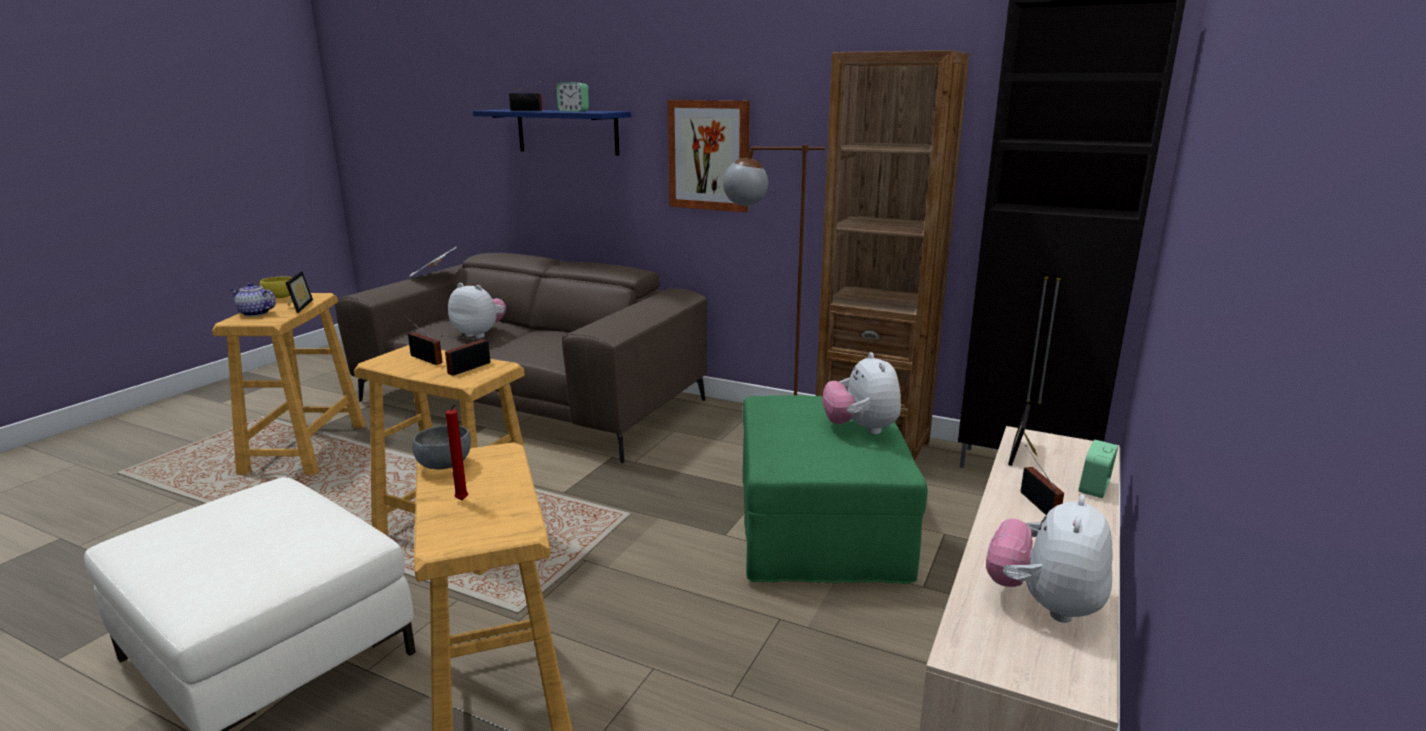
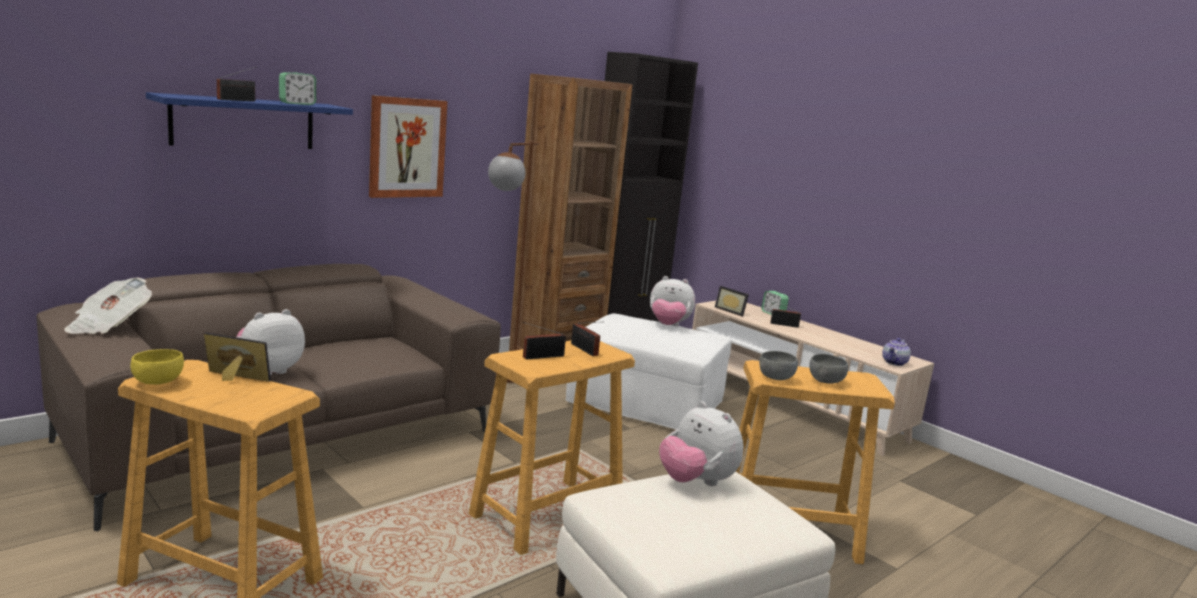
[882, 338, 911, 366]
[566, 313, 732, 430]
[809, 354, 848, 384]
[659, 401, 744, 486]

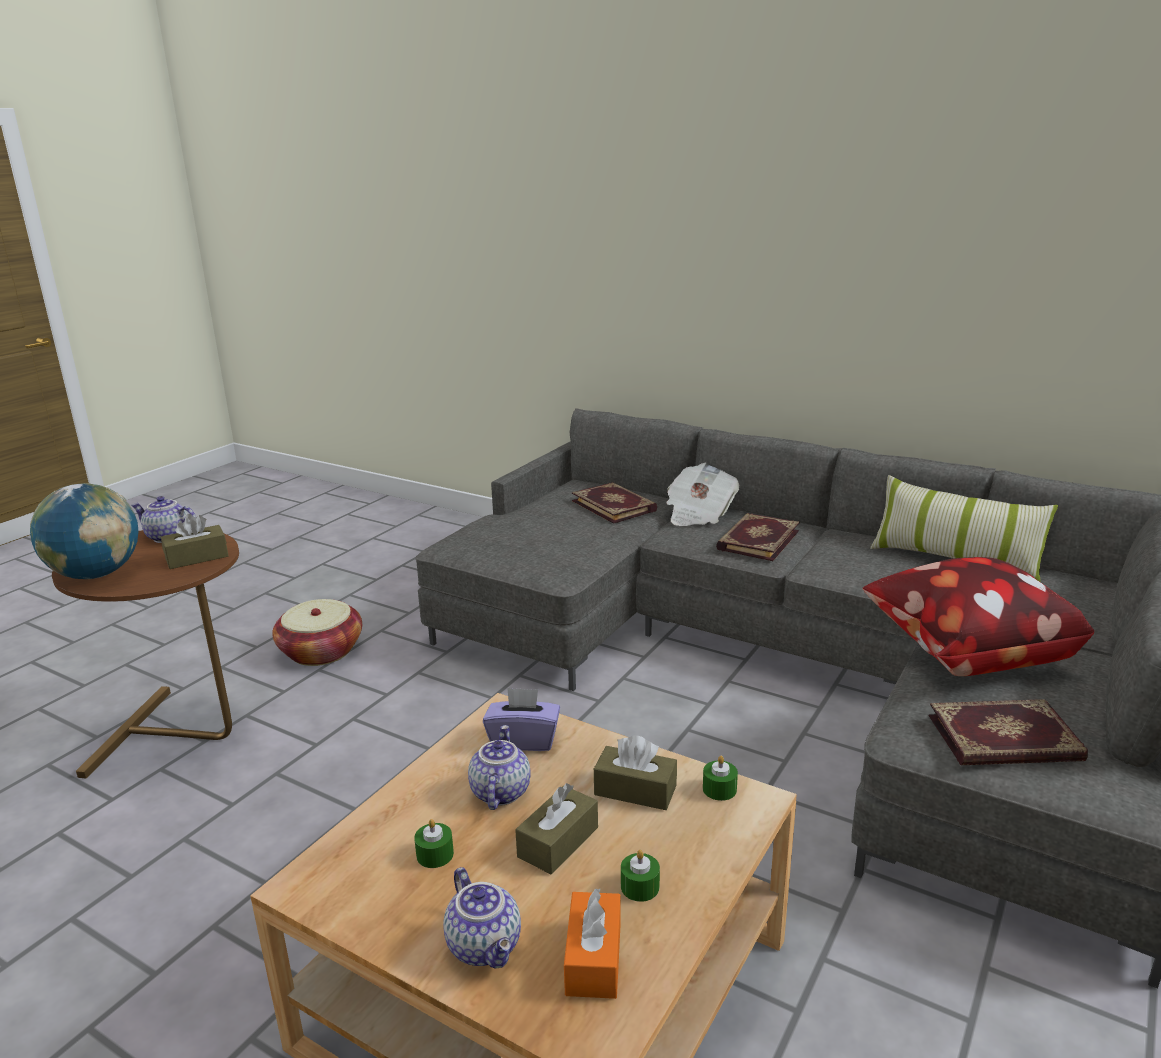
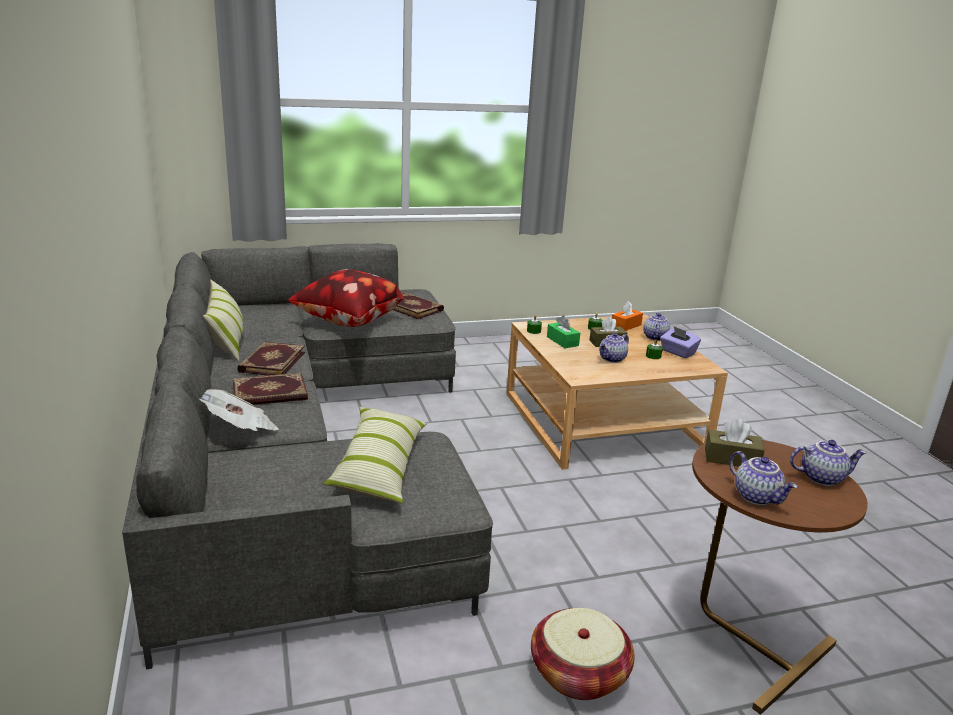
[237, 342, 305, 376]
[790, 440, 866, 486]
[660, 327, 701, 358]
[547, 315, 580, 348]
[323, 407, 427, 503]

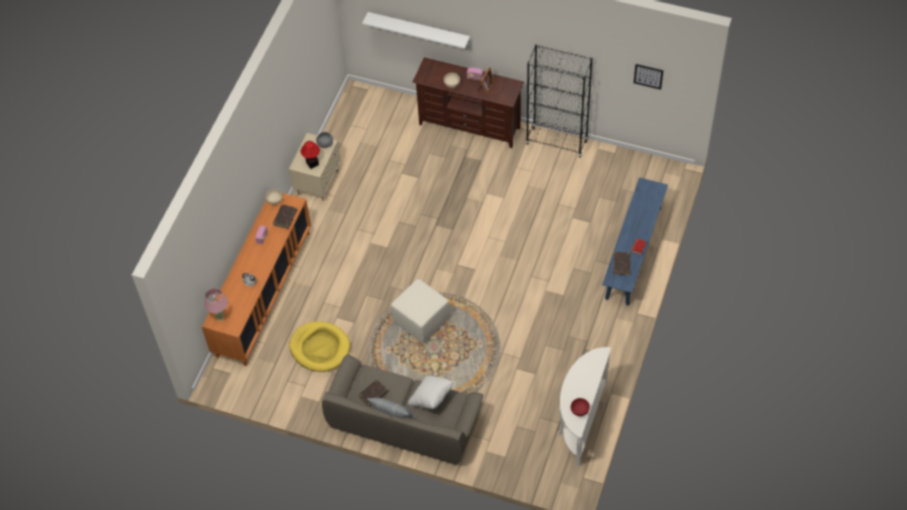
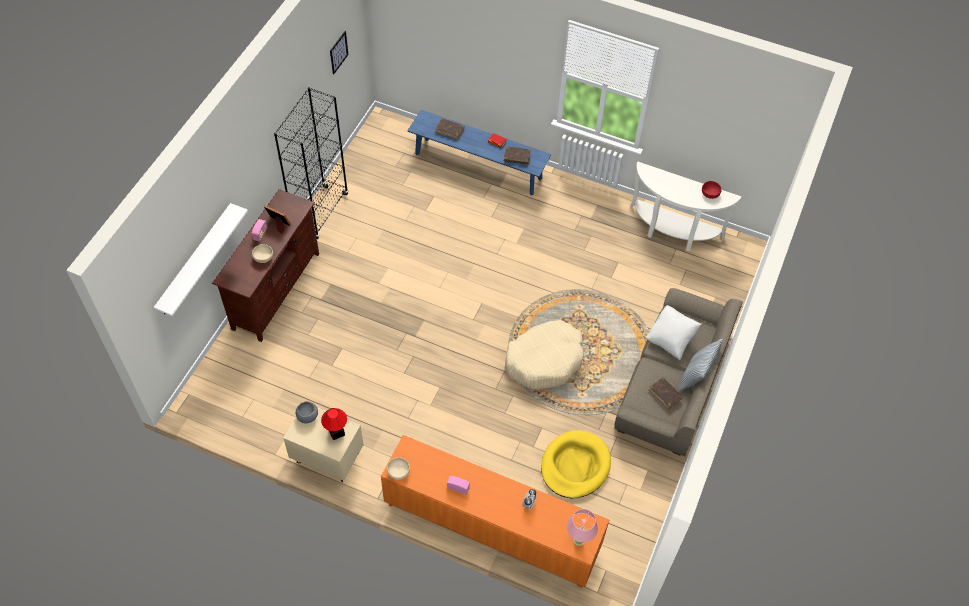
[436, 118, 465, 140]
[504, 320, 584, 389]

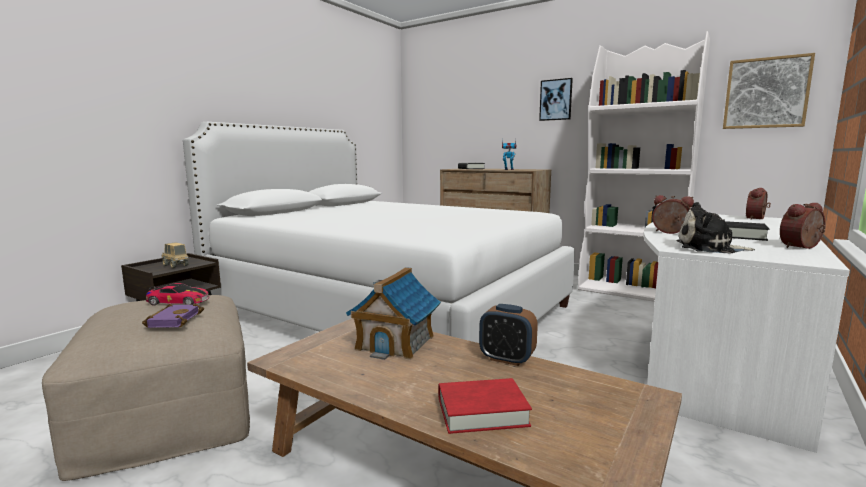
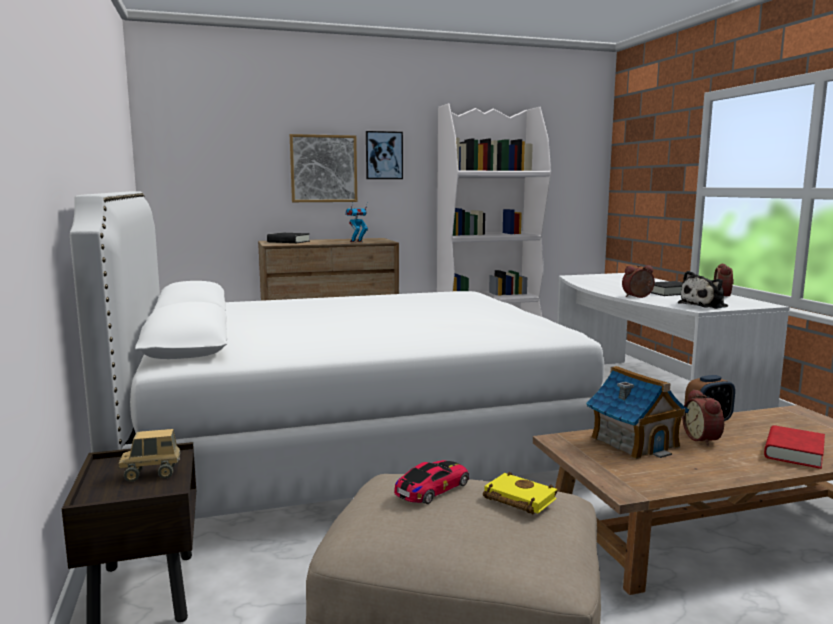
[290, 134, 357, 202]
[682, 389, 724, 446]
[483, 472, 558, 514]

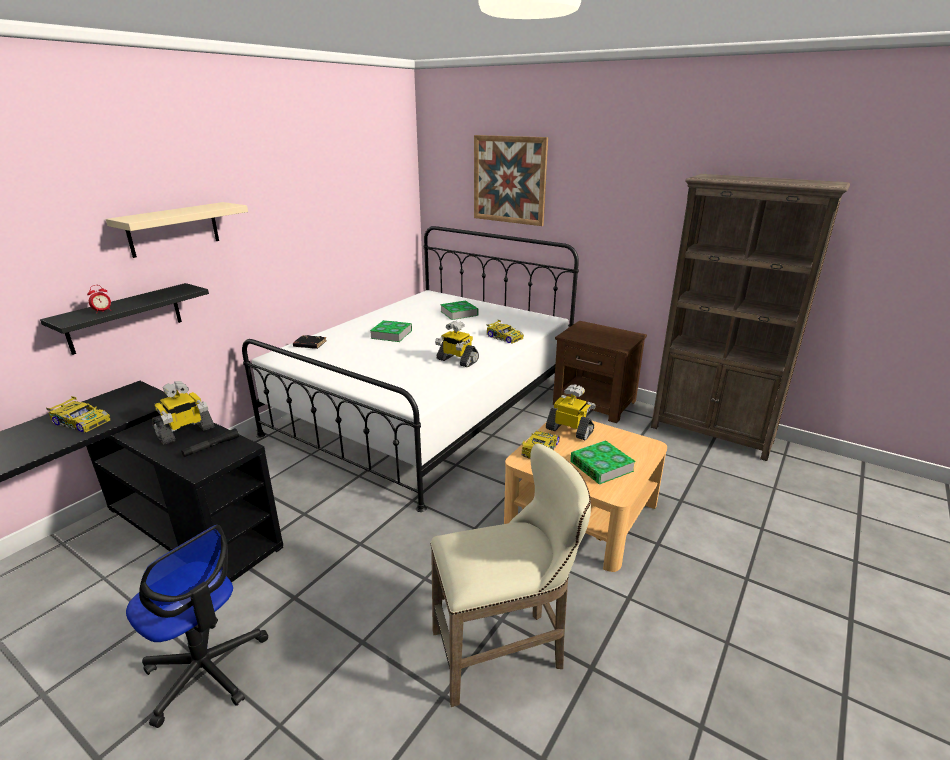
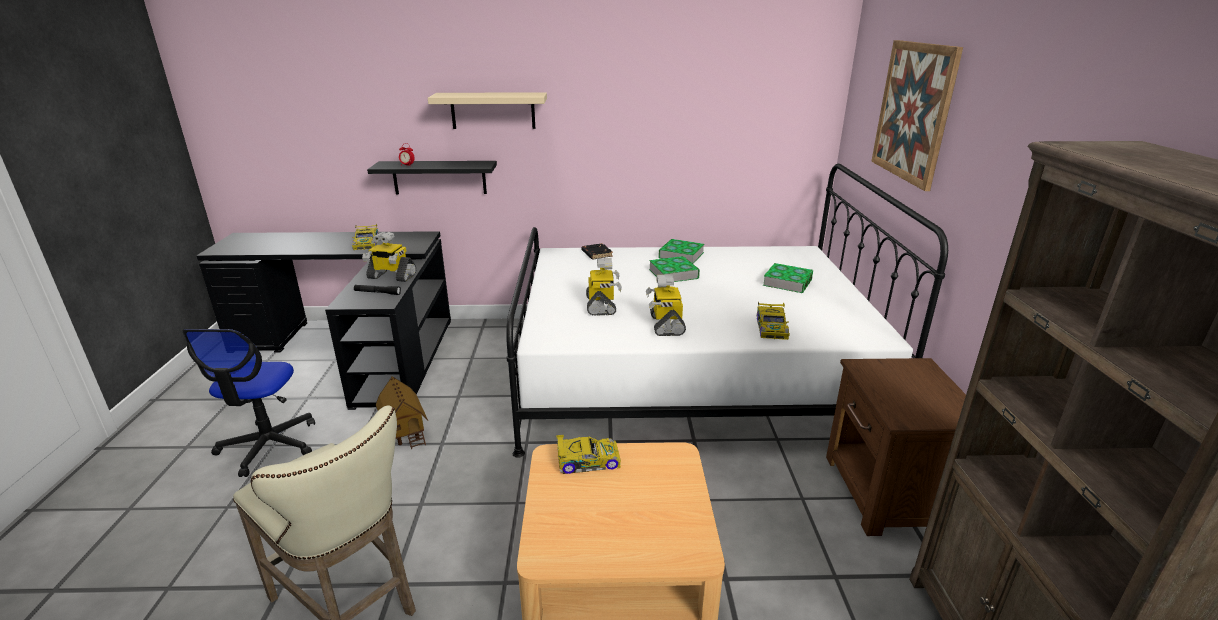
[586, 258, 622, 316]
[658, 239, 704, 264]
[376, 376, 428, 449]

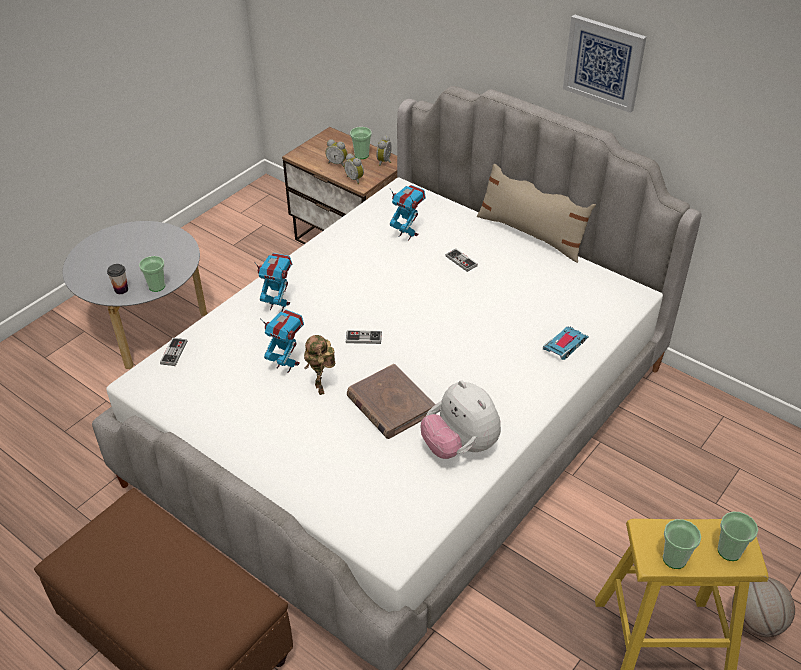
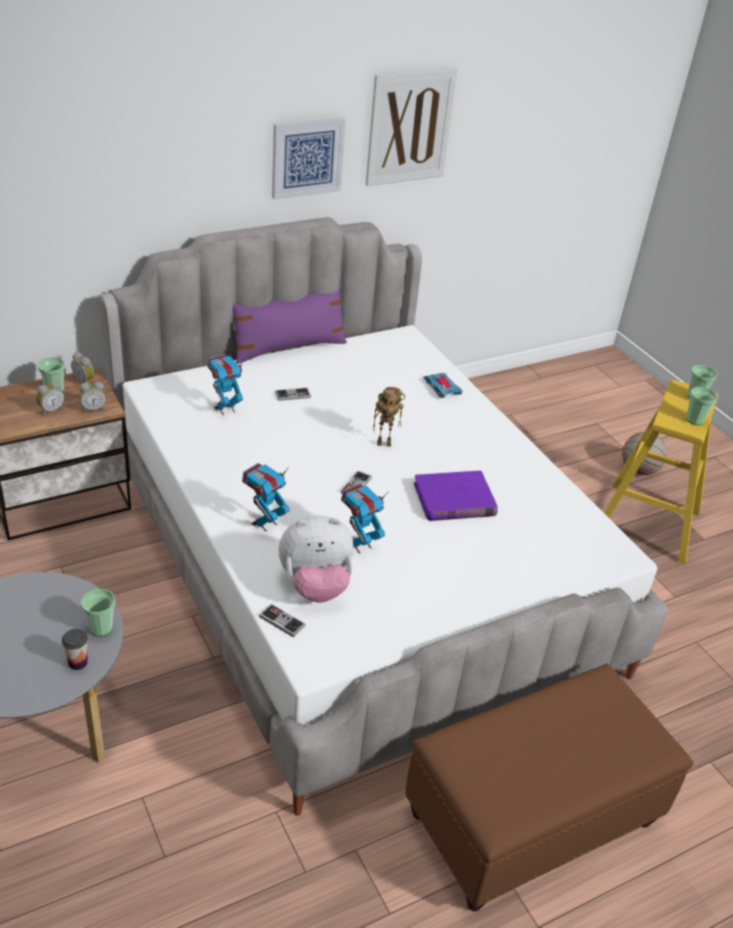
[233, 284, 347, 364]
[373, 387, 405, 447]
[414, 471, 498, 521]
[279, 515, 354, 603]
[366, 68, 457, 186]

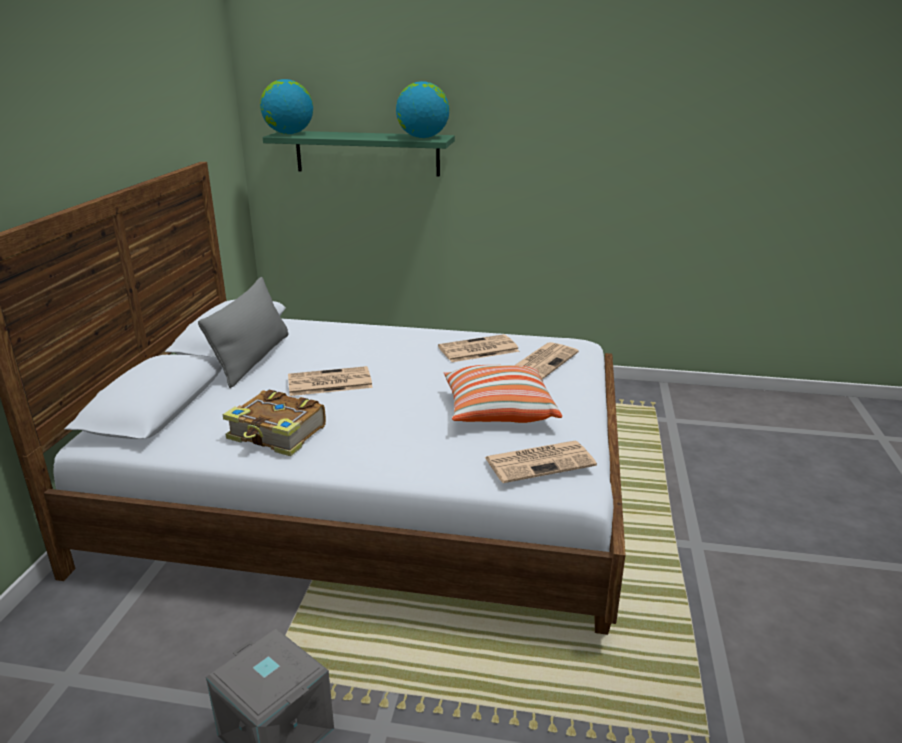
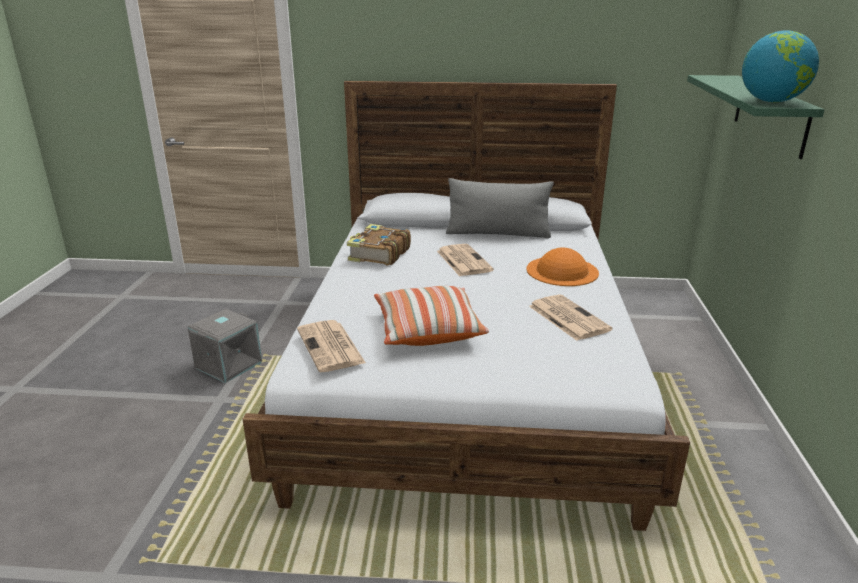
[260, 79, 313, 134] (first image)
[516, 342, 579, 379] (first image)
[527, 247, 599, 286]

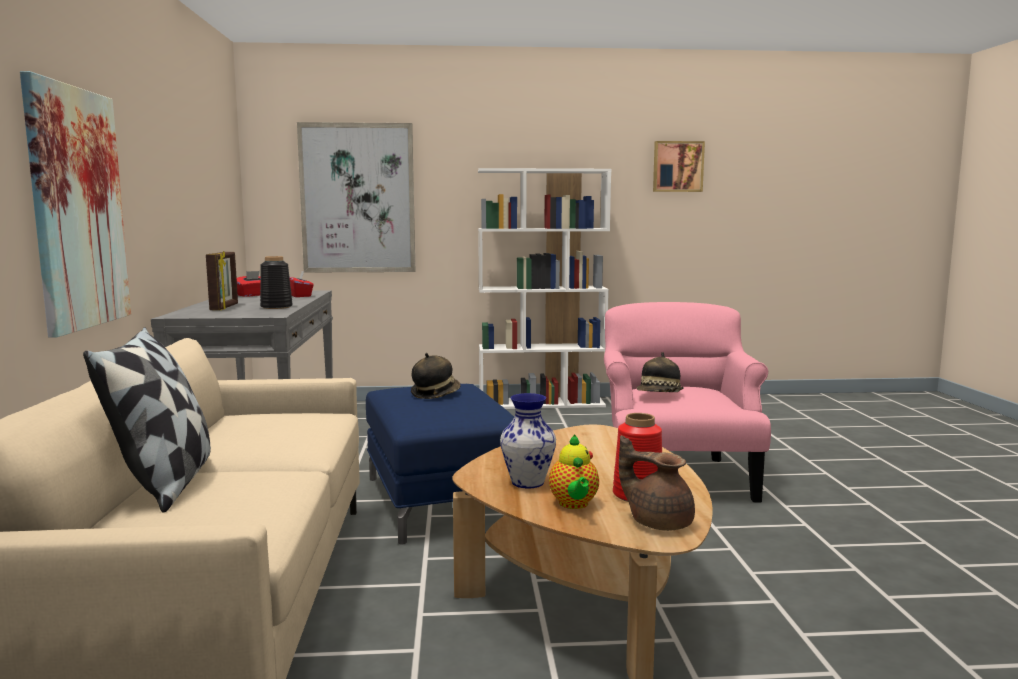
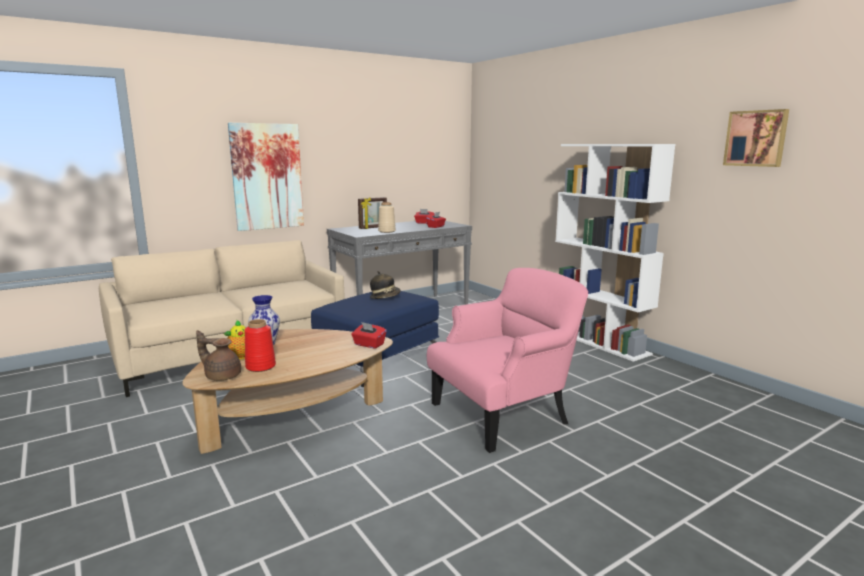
[297, 122, 416, 273] (first image)
[378, 202, 396, 233]
[83, 327, 211, 513] (first image)
[637, 352, 684, 392] (first image)
[196, 330, 241, 381]
[351, 322, 387, 349]

